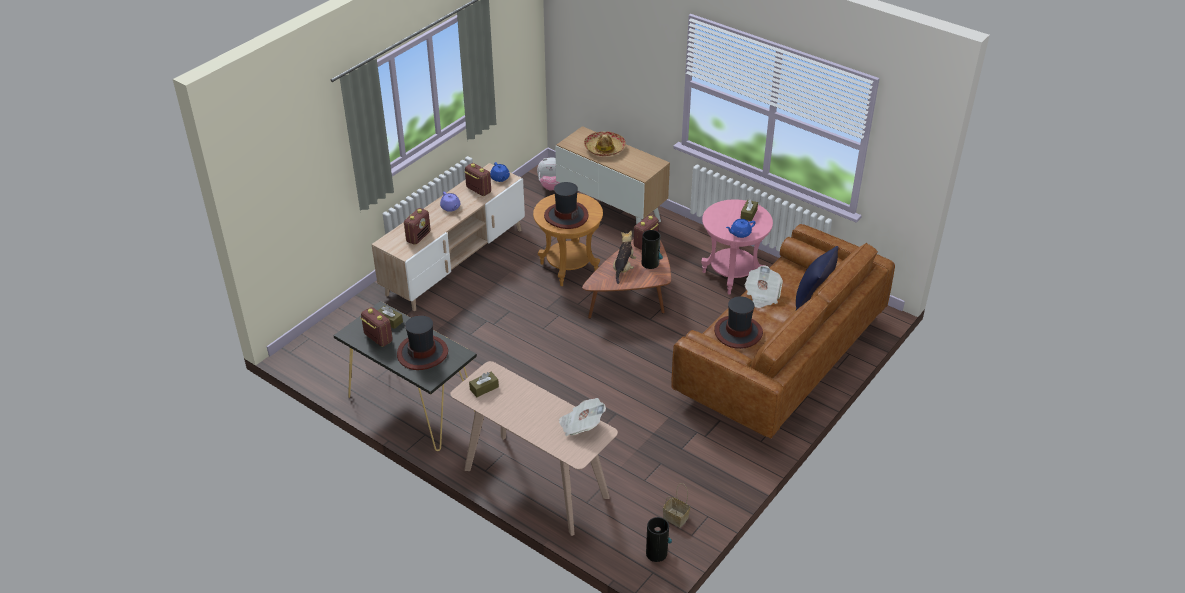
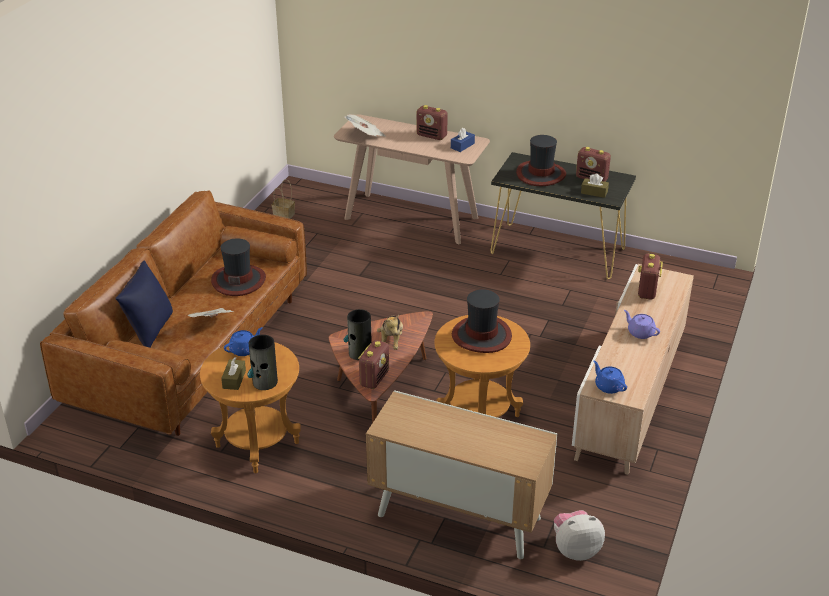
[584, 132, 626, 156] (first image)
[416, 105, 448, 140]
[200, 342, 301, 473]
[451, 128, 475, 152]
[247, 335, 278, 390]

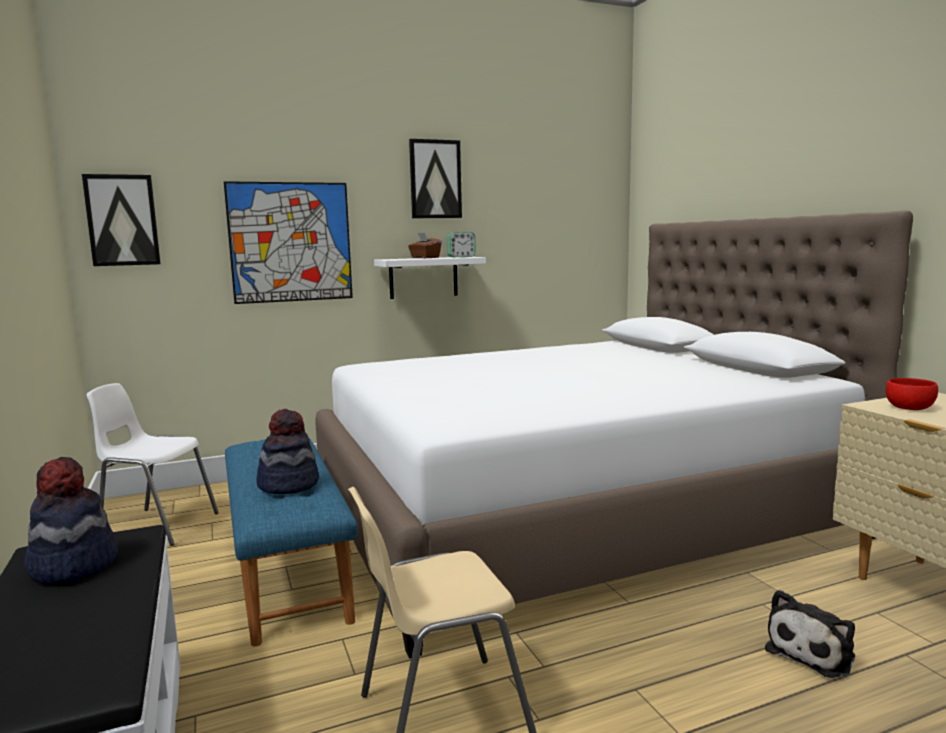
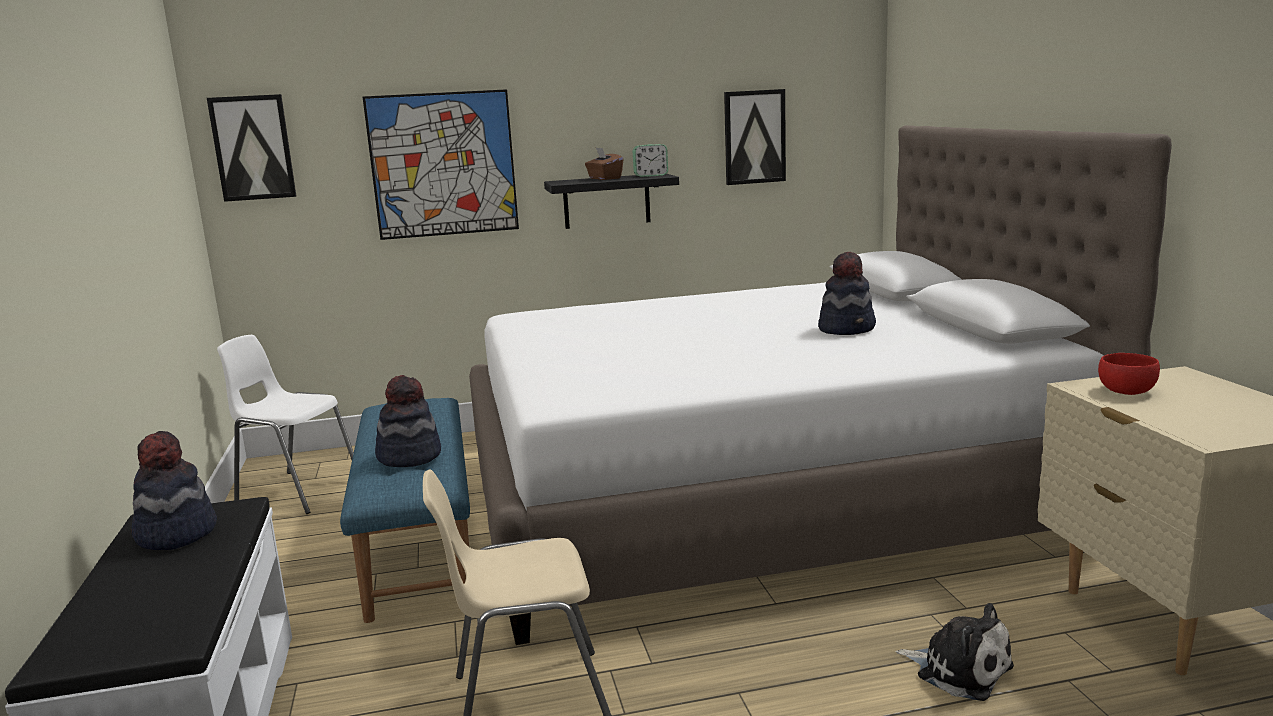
[724, 89, 786, 185]
[544, 174, 679, 229]
[896, 603, 1014, 701]
[818, 252, 876, 335]

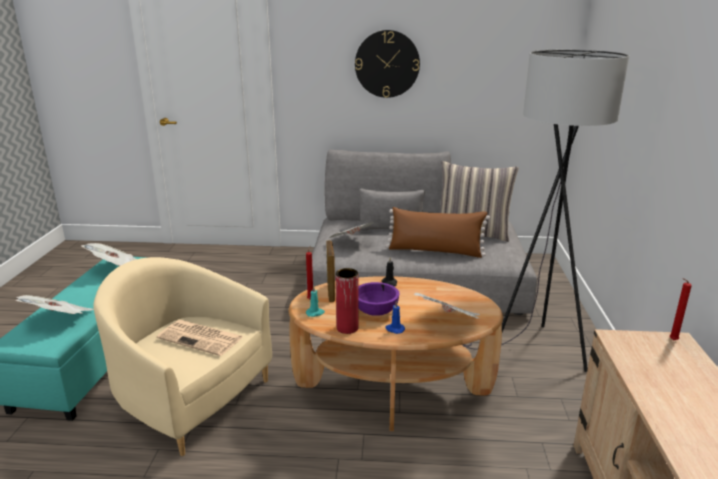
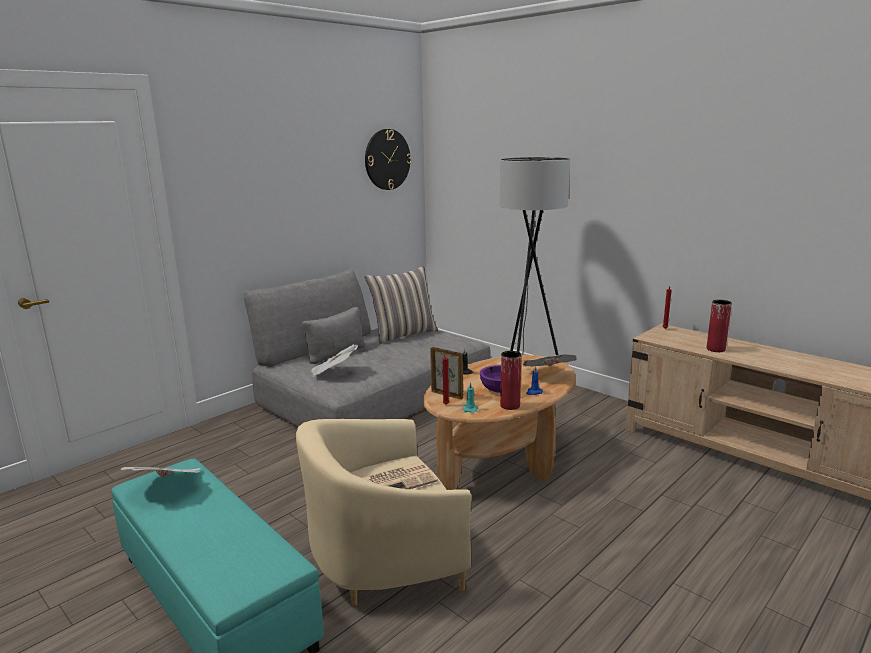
[365, 129, 412, 190]
[386, 207, 490, 258] (first image)
[15, 295, 94, 314] (first image)
[707, 300, 732, 352]

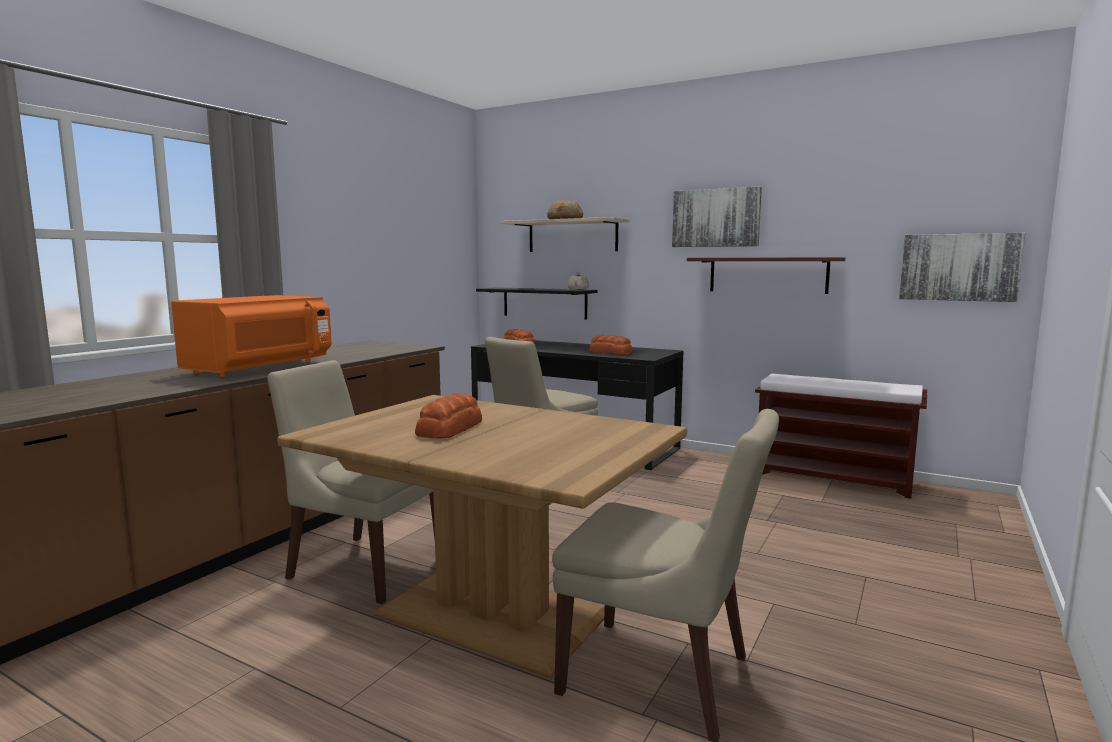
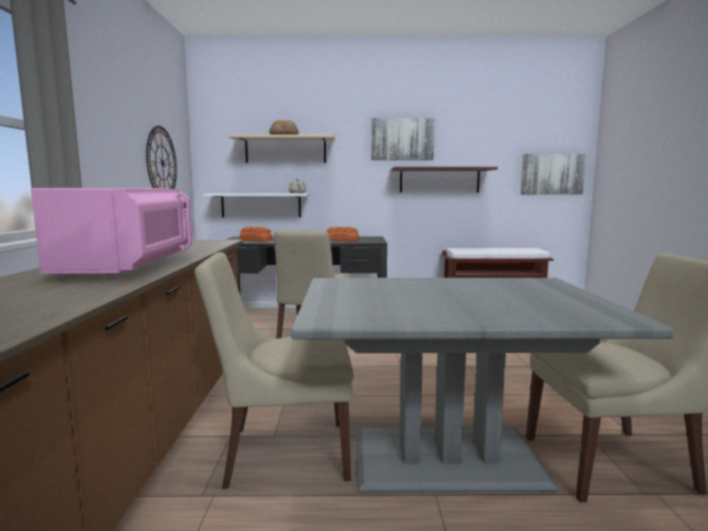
[203, 193, 309, 217]
[31, 188, 192, 279]
[415, 393, 482, 439] (first image)
[291, 278, 674, 493]
[146, 126, 177, 189]

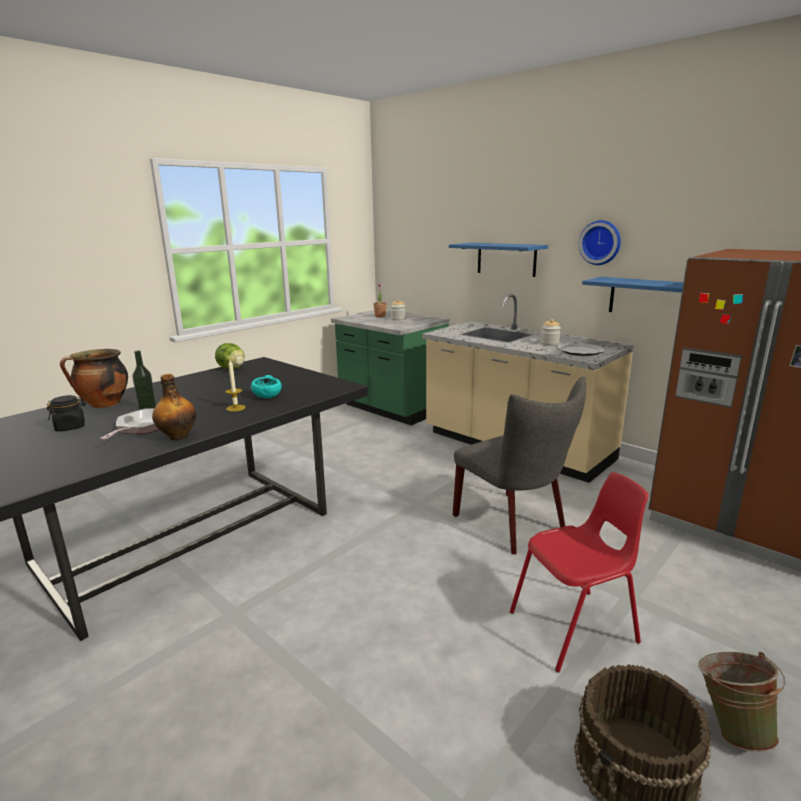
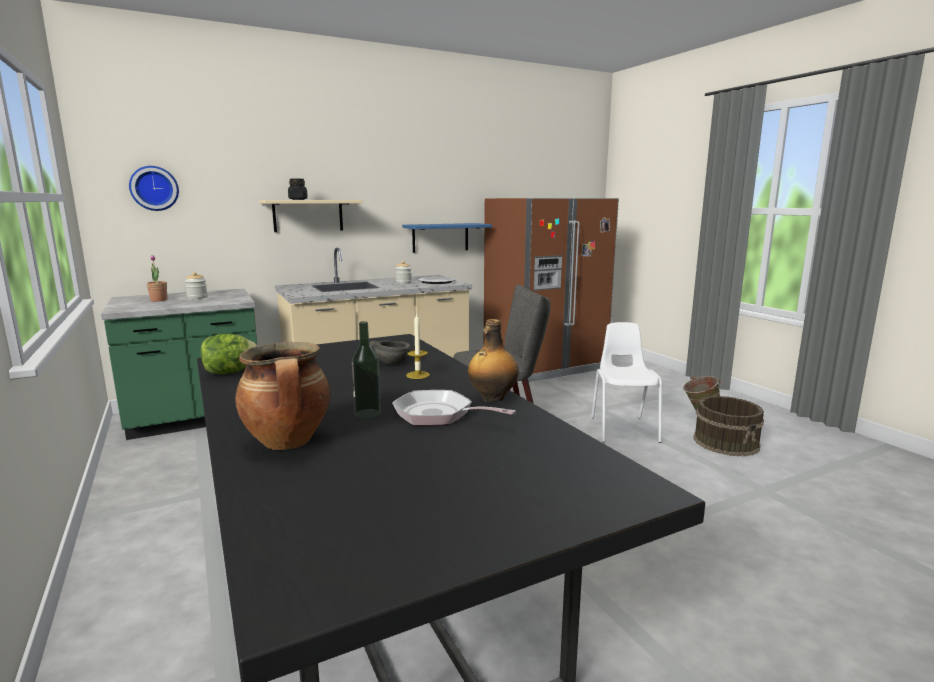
[129, 166, 179, 211]
[259, 200, 363, 232]
[369, 340, 411, 365]
[288, 179, 308, 200]
[591, 322, 662, 443]

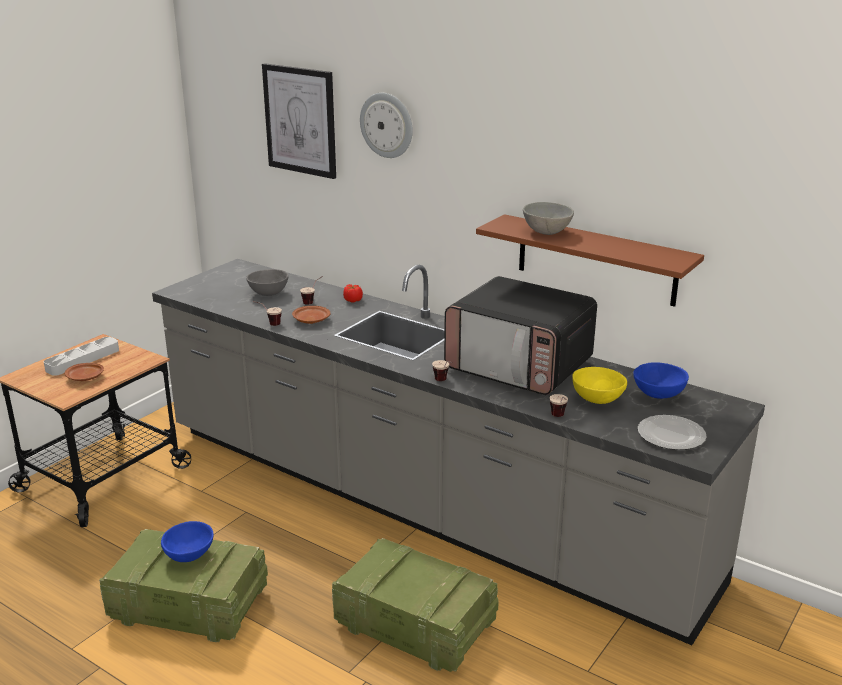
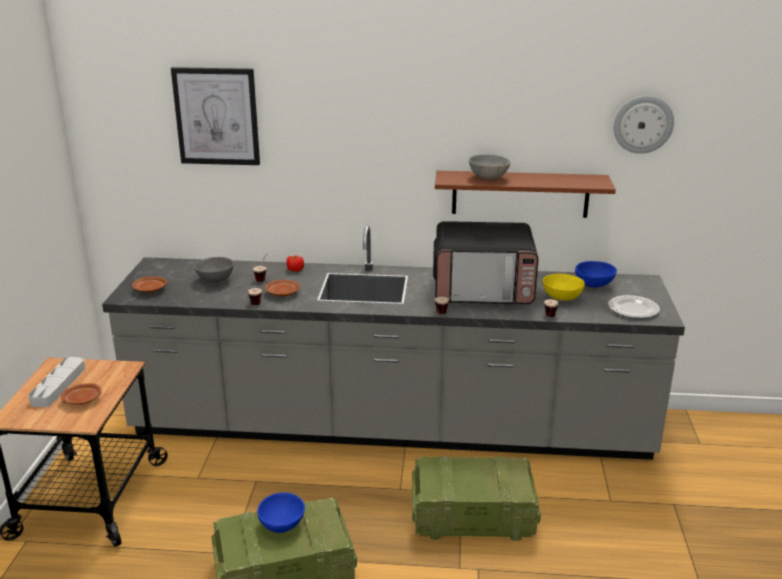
[613, 96, 674, 154]
[132, 276, 167, 292]

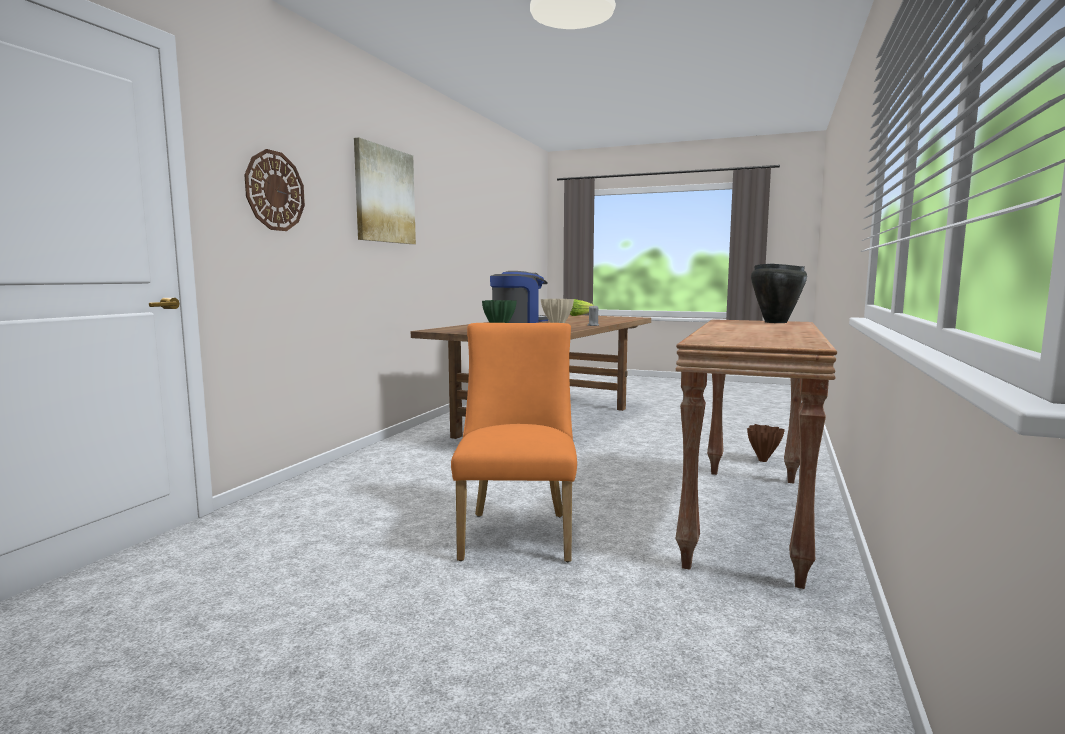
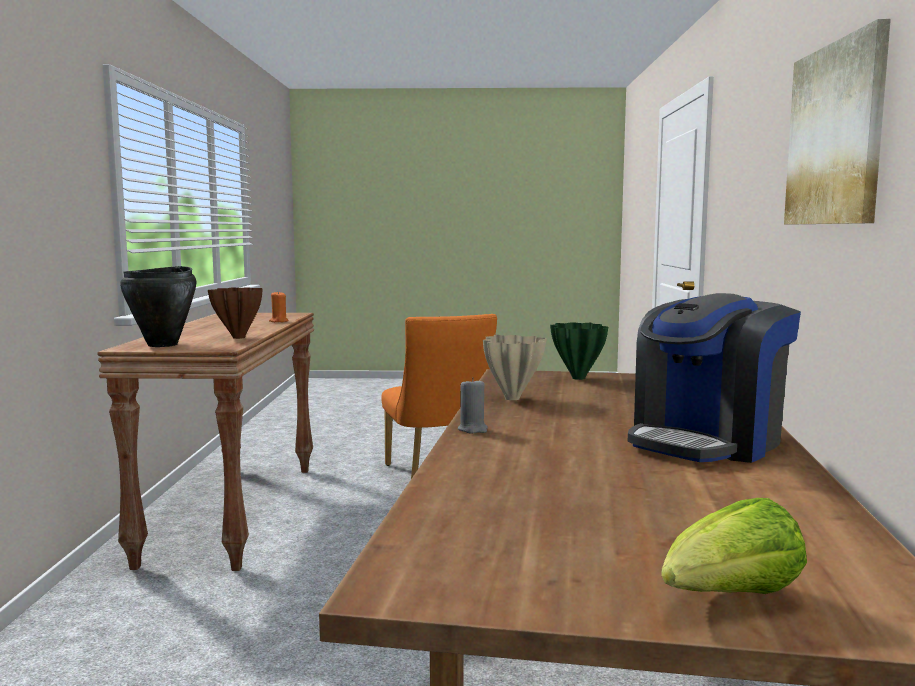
[244, 149, 305, 231] (first image)
[208, 287, 262, 339]
[269, 292, 289, 322]

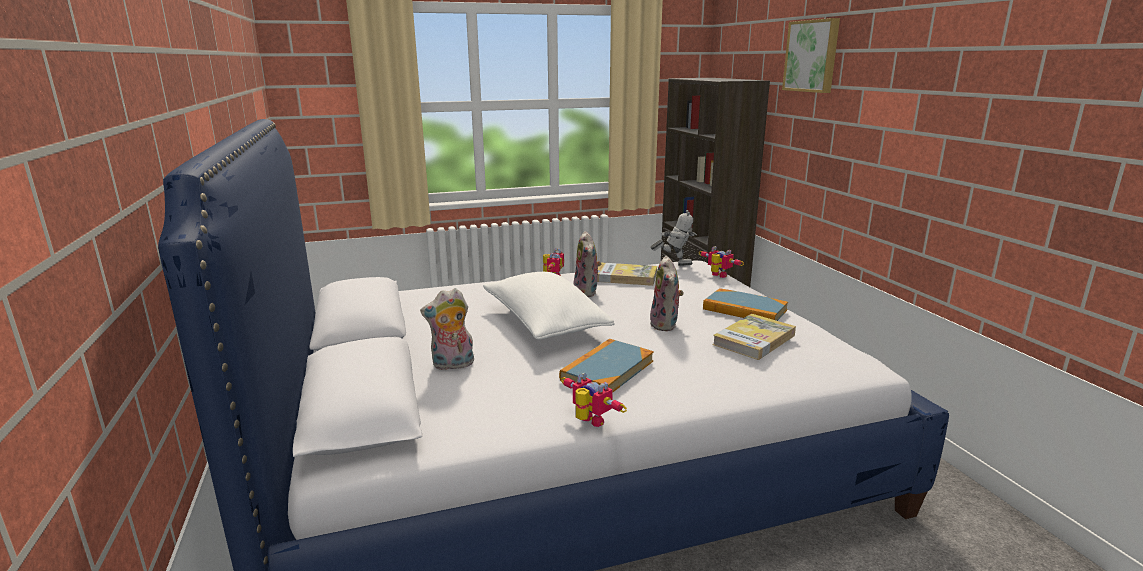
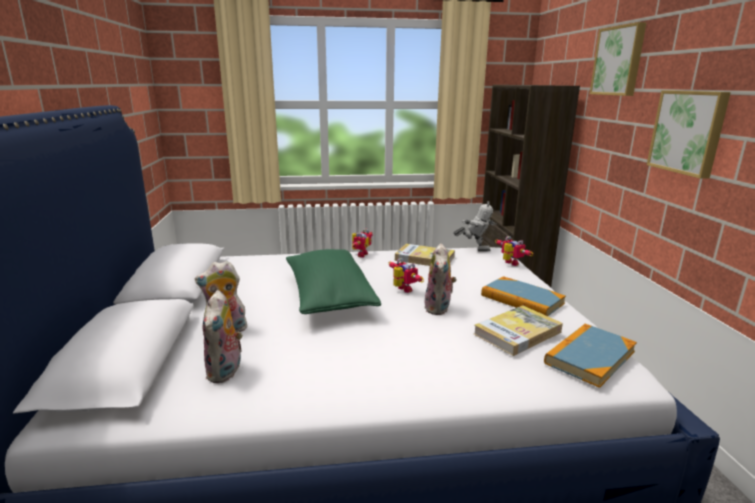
[203, 290, 243, 383]
[286, 249, 381, 314]
[544, 324, 637, 388]
[388, 258, 424, 293]
[647, 90, 731, 179]

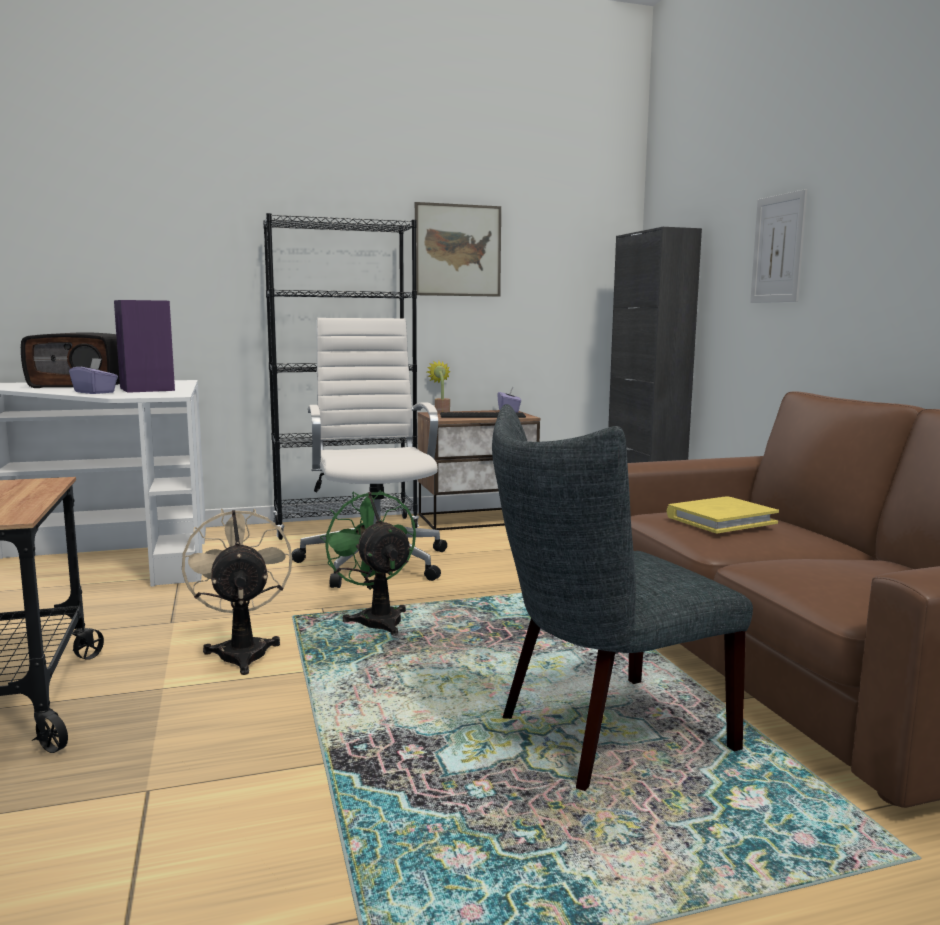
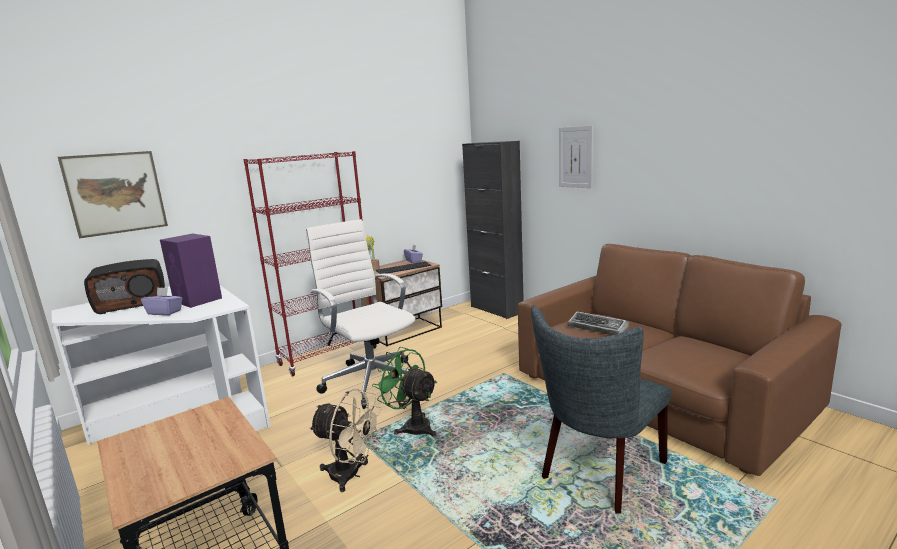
[58, 151, 168, 239]
[244, 151, 377, 377]
[568, 312, 629, 335]
[309, 389, 382, 492]

